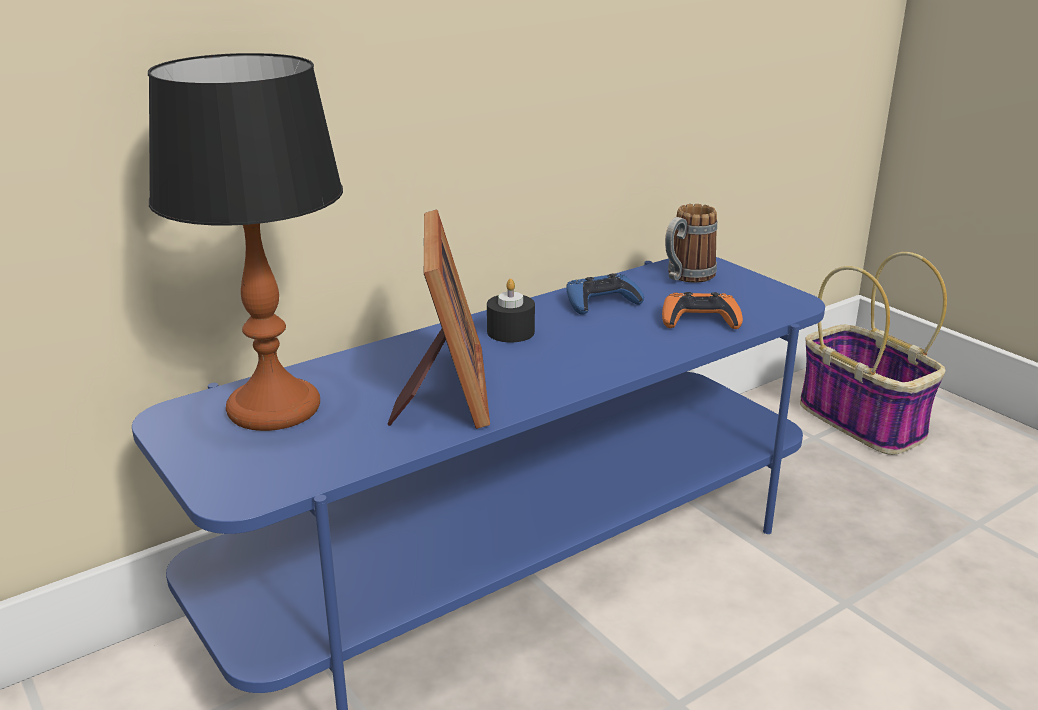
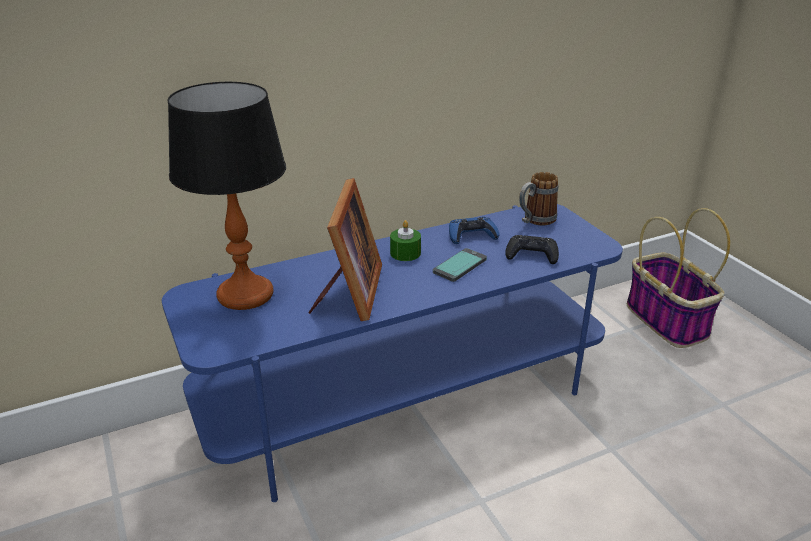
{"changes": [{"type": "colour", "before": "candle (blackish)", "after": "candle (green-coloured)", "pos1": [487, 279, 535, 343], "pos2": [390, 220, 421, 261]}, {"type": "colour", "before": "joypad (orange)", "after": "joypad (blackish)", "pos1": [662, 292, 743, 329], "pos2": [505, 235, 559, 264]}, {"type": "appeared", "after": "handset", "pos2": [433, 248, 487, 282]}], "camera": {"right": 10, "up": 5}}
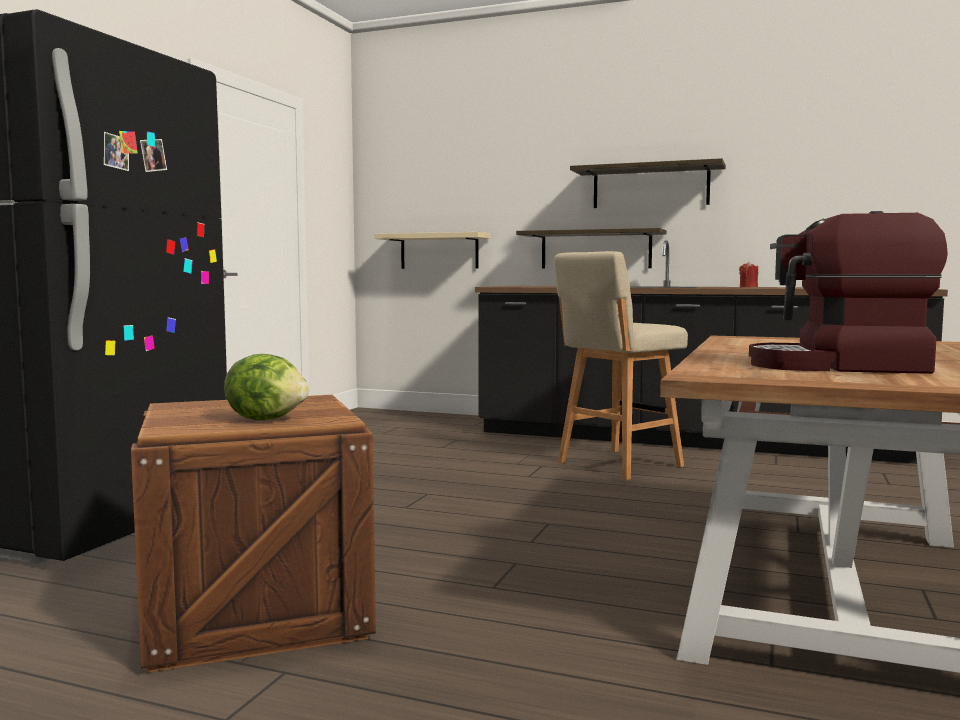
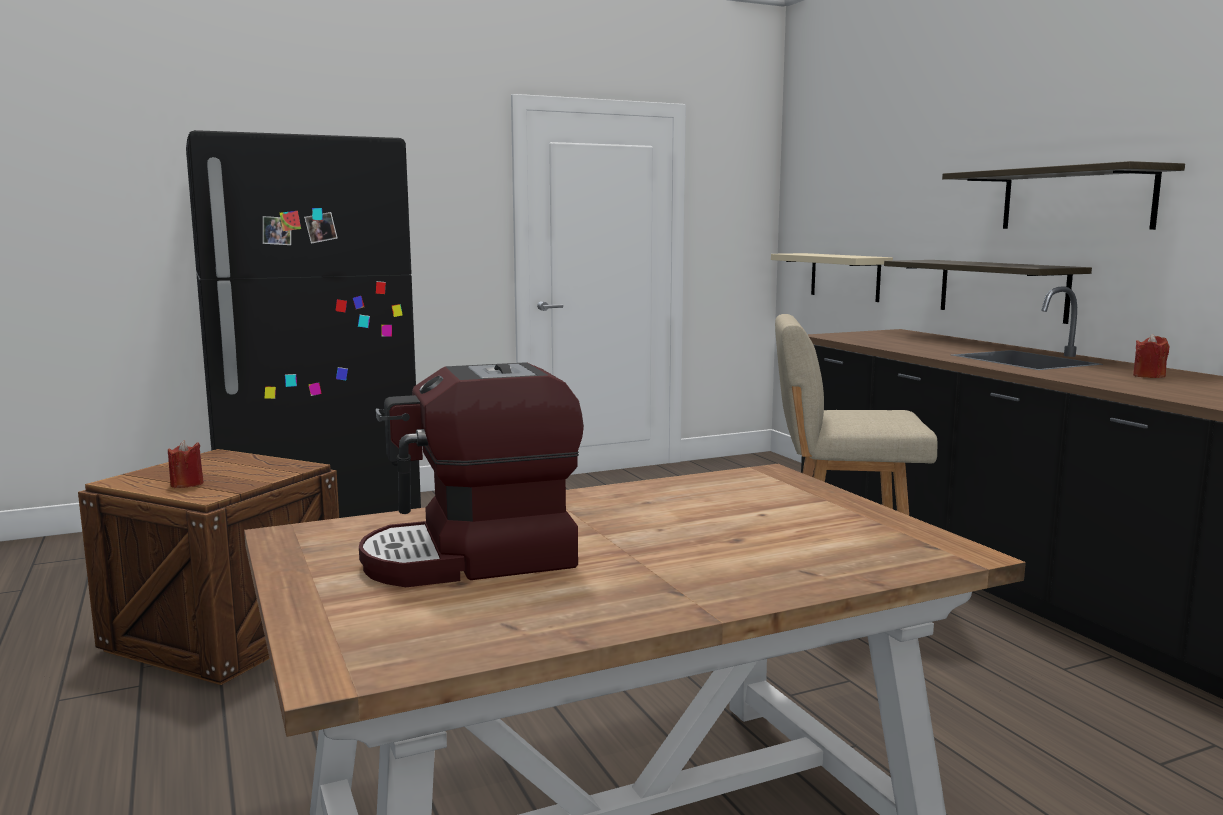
{"changes": [{"type": "spun", "before": "coffee maker", "pos1": [749, 211, 948, 374], "pos2": [359, 362, 584, 587], "turn": -75}, {"type": "exchanged", "before": "lettuce", "after": "candle (reddish)", "pos1": [224, 354, 309, 420], "pos2": [168, 440, 204, 488]}], "camera": {"right": 45, "up": 5}}
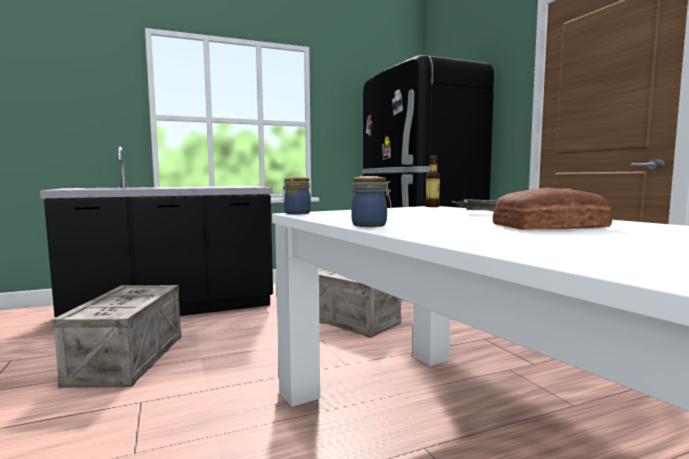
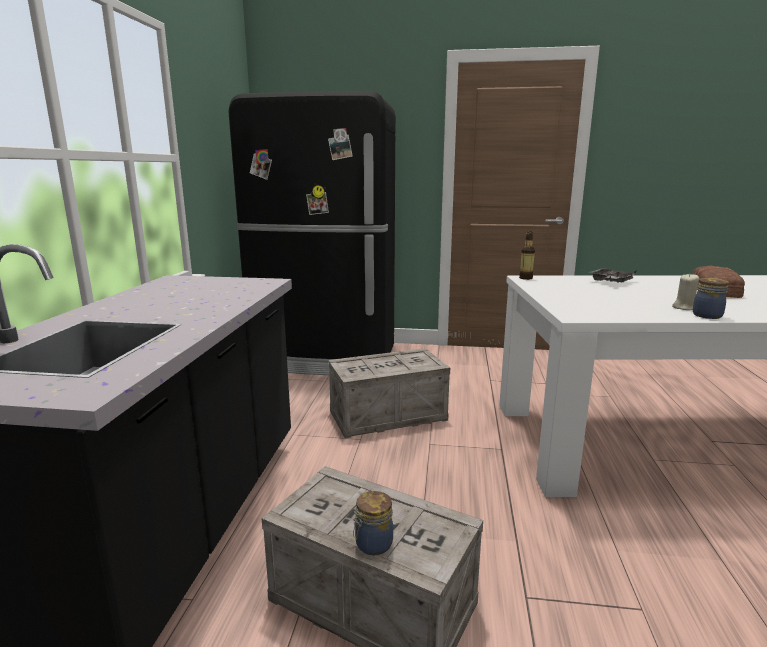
{"changes": [{"type": "relocated", "before": "jar", "pos1": [282, 177, 311, 215], "pos2": [353, 491, 393, 555]}, {"type": "appeared", "after": "candle (sand-coloured)", "pos2": [672, 274, 699, 310]}], "camera": {"right": -60, "up": 10}}
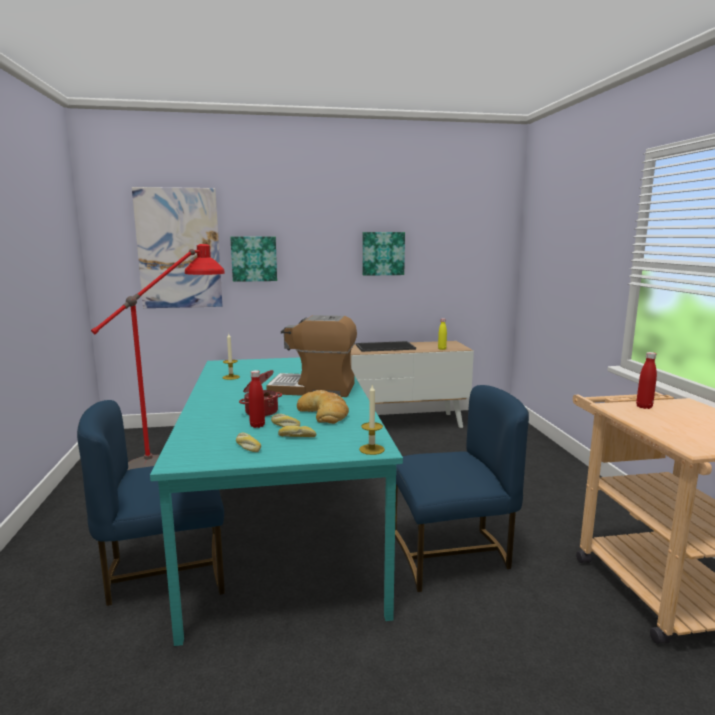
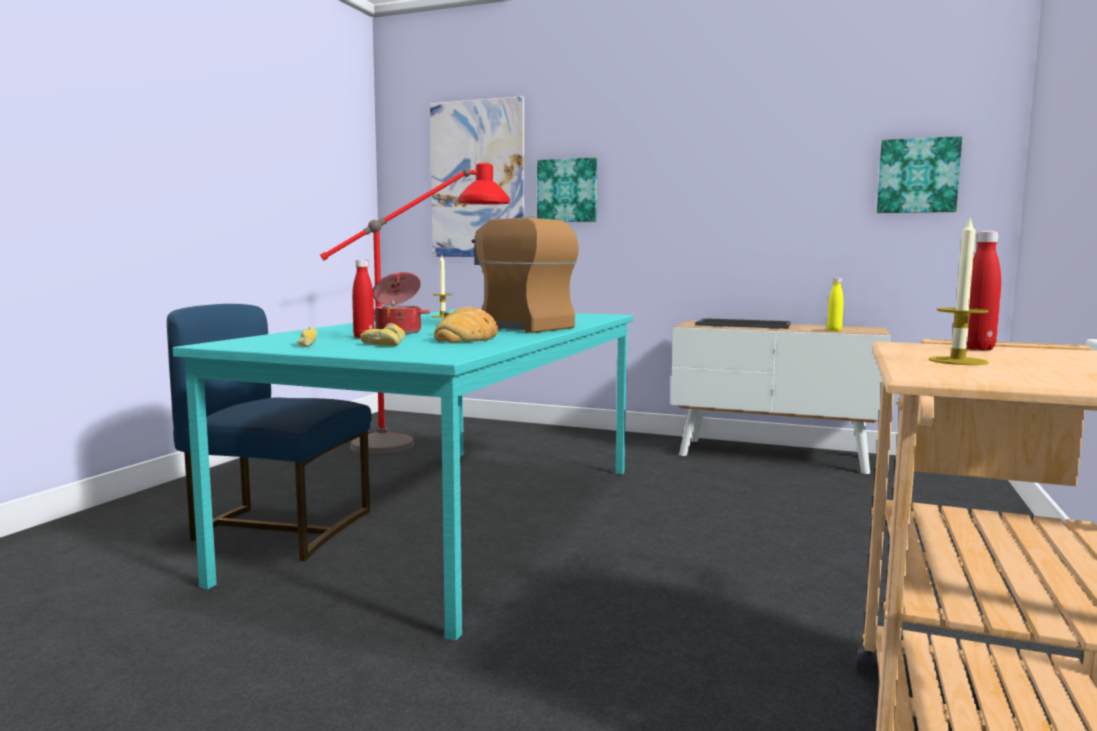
{"changes": [{"type": "relocated", "before": "picture", "pos1": [362, 232, 405, 276], "pos2": [877, 136, 962, 213]}, {"type": "relocated", "before": "candle", "pos1": [359, 384, 385, 455], "pos2": [929, 219, 989, 365]}, {"type": "missing", "before": "plain chair (blue-coloured)", "pos1": [395, 385, 529, 592]}], "camera": {"right": 30, "up": -5}}
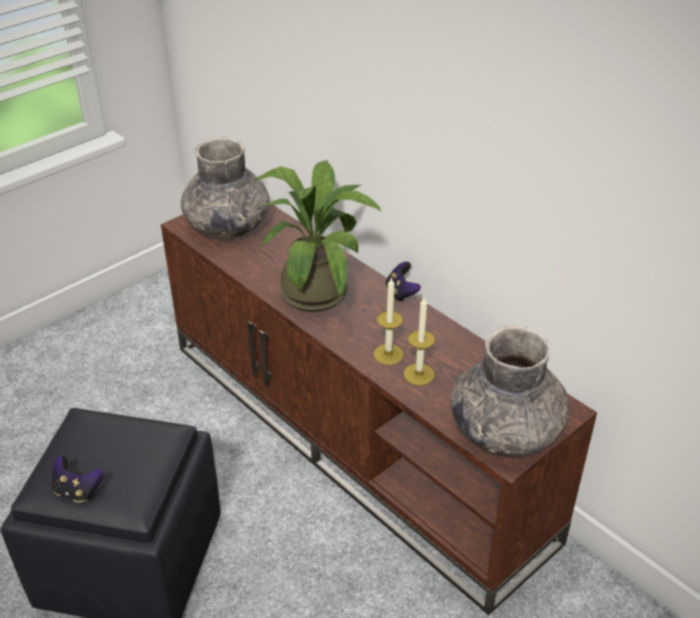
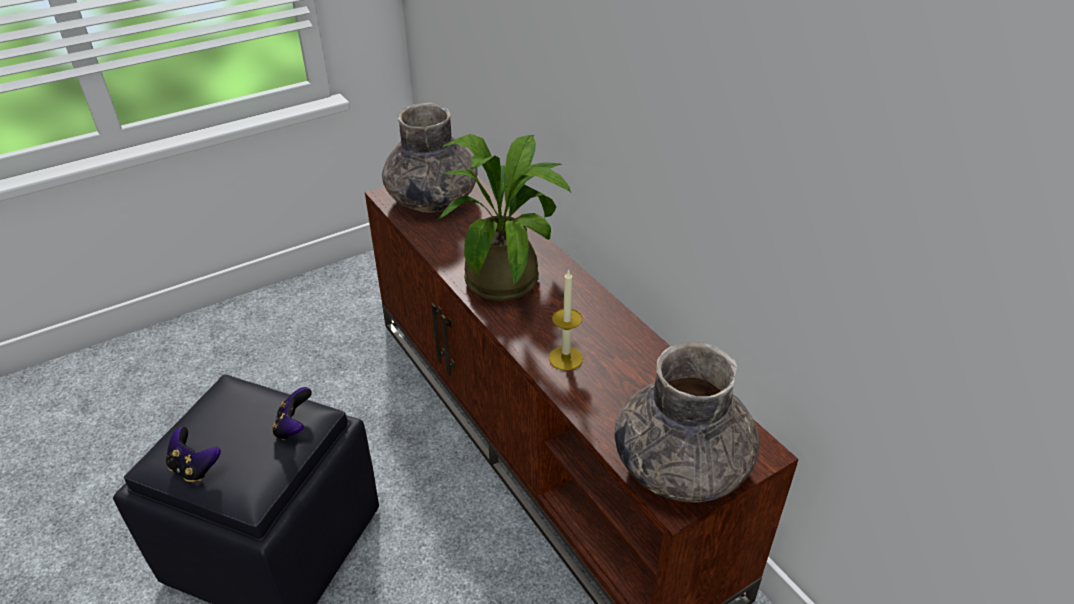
{"changes": [{"type": "relocated", "before": "joypad", "pos1": [385, 262, 421, 303], "pos2": [272, 387, 312, 440]}, {"type": "missing", "before": "candle", "pos1": [404, 297, 435, 385]}], "camera": {"right": 10, "up": 0}}
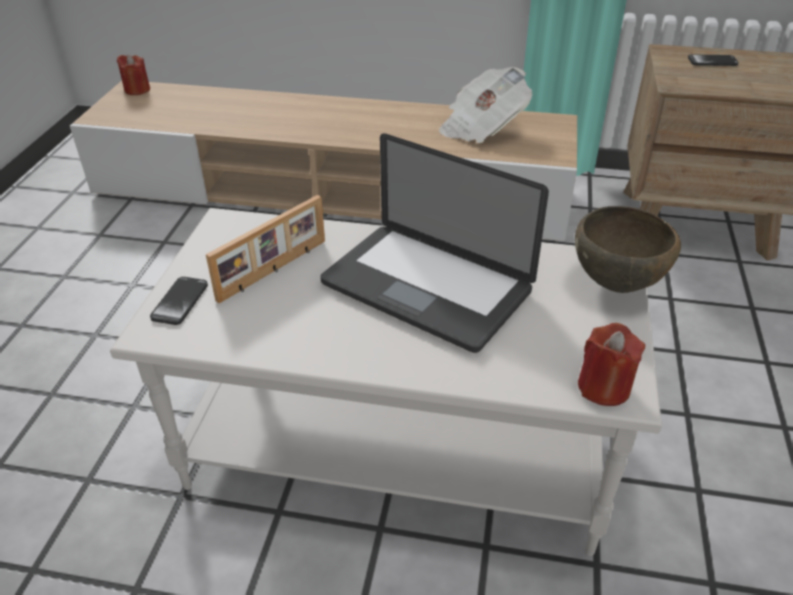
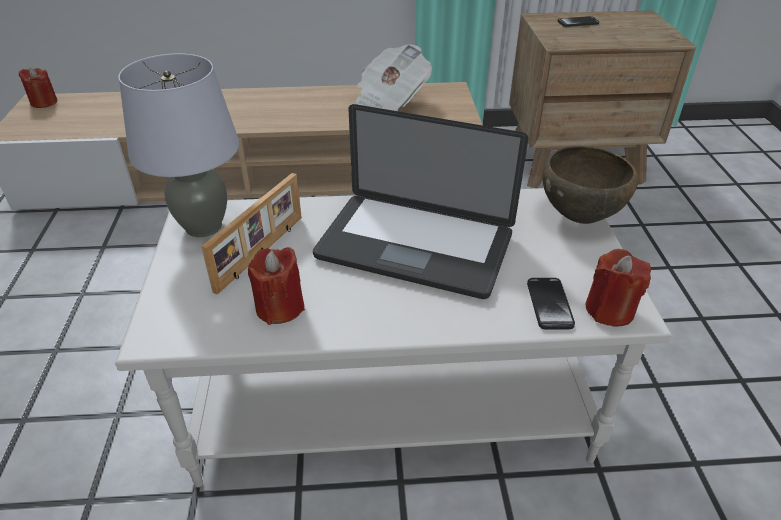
{"changes": [{"type": "relocated", "before": "handset", "pos1": [150, 277, 208, 325], "pos2": [527, 278, 575, 330]}, {"type": "appeared", "after": "table lamp (grey)", "pos2": [118, 53, 239, 237]}, {"type": "appeared", "after": "candle (reddish)", "pos2": [248, 247, 305, 325]}], "camera": {"right": -15, "up": 0}}
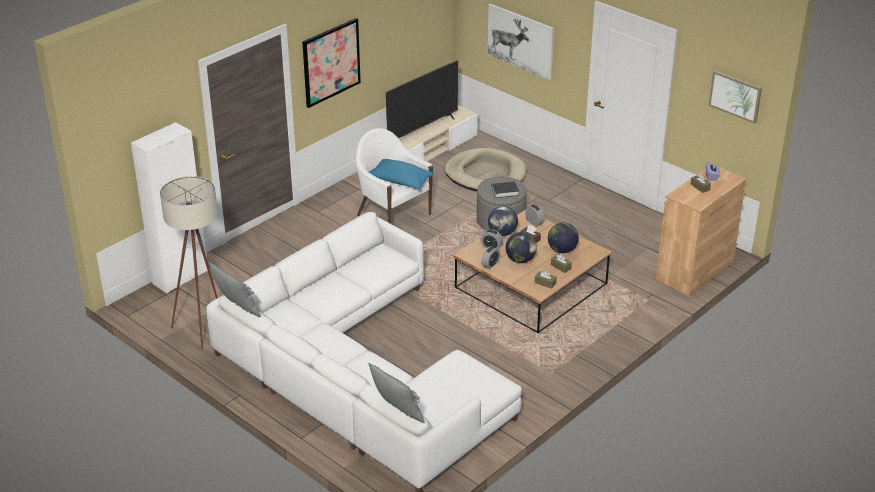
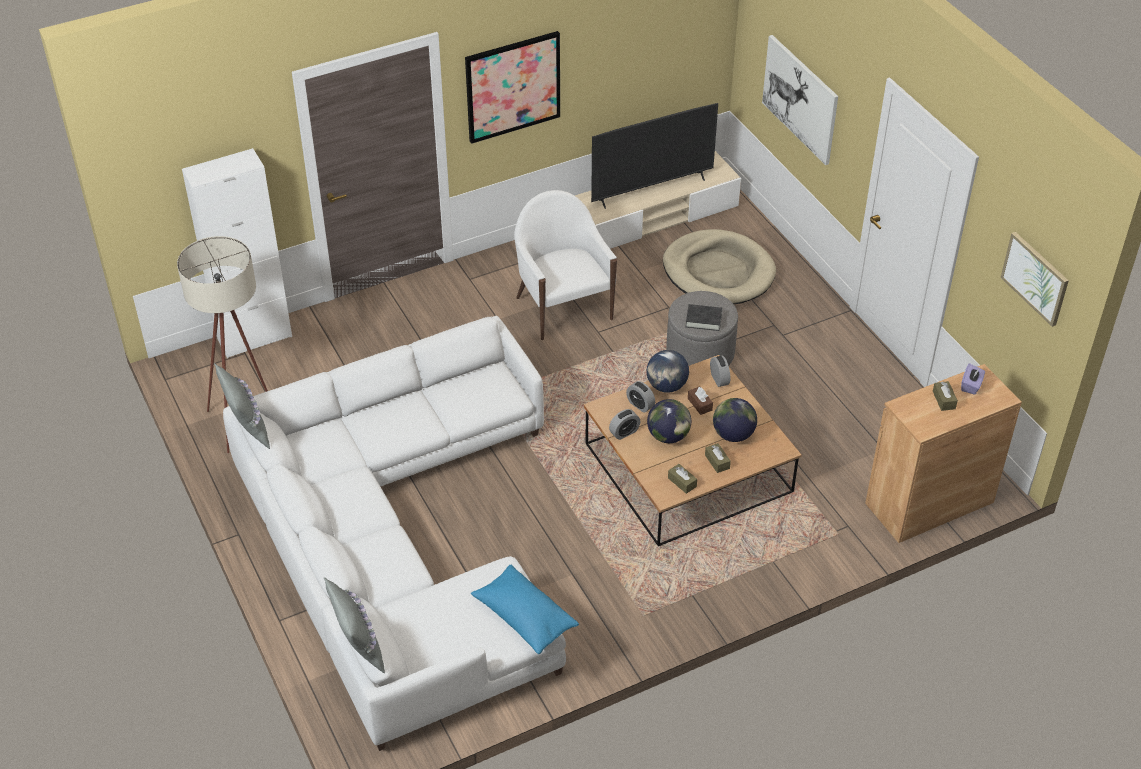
{"changes": [{"type": "relocated", "before": "pillow (blue-coloured)", "pos1": [369, 159, 434, 189], "pos2": [471, 565, 579, 654]}], "camera": {"right": 20, "up": 10}}
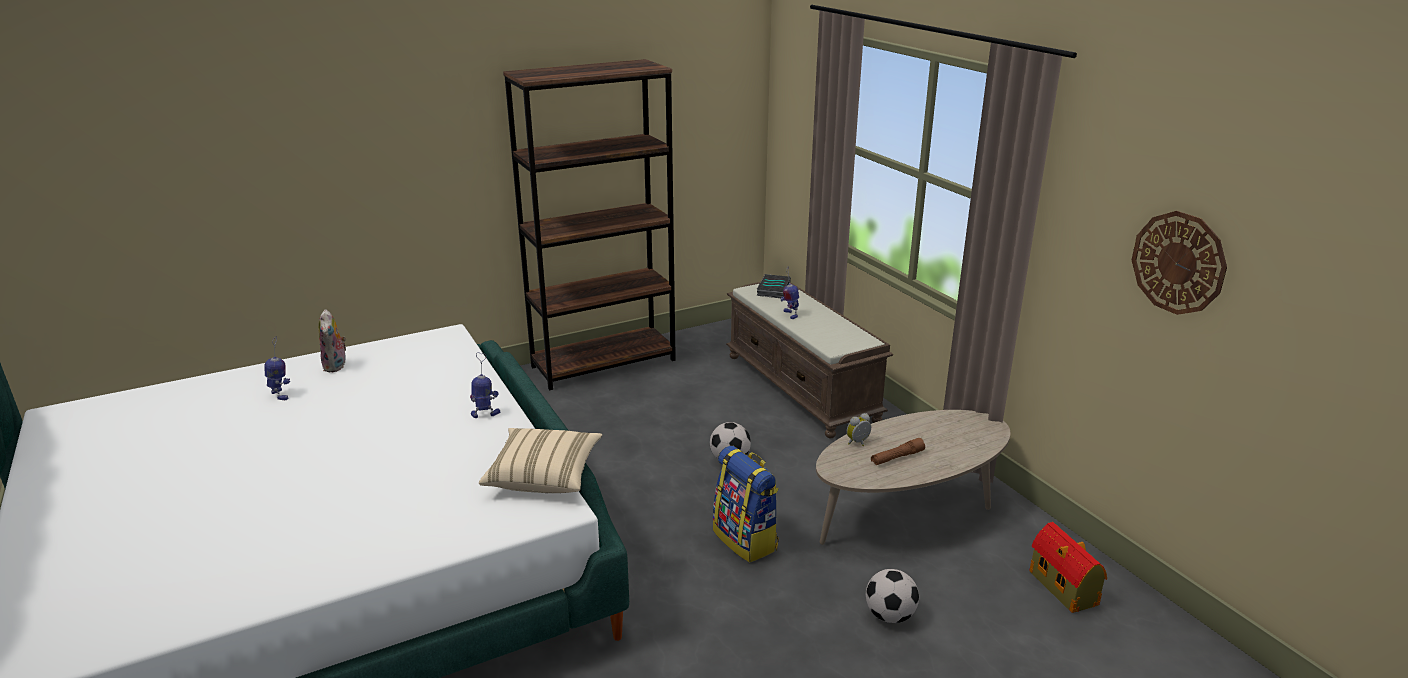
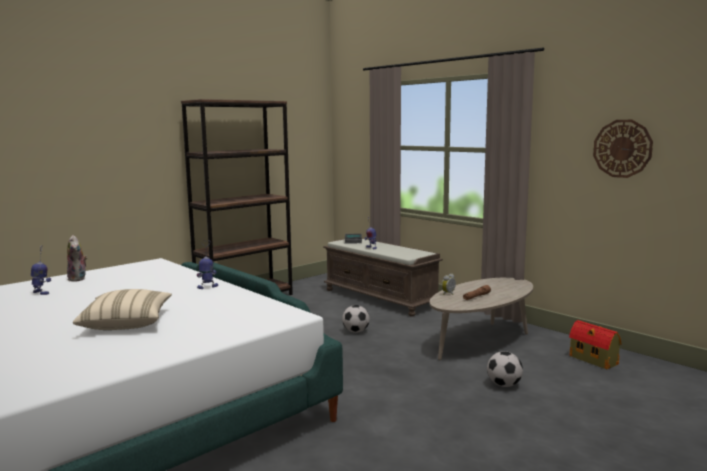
{"changes": [{"type": "relocated", "before": "pillow (sand-coloured)", "pos1": [479, 428, 602, 493], "pos2": [73, 289, 172, 330]}, {"type": "missing", "before": "backpack", "pos1": [713, 446, 779, 563]}], "camera": {"right": -15, "up": -15}}
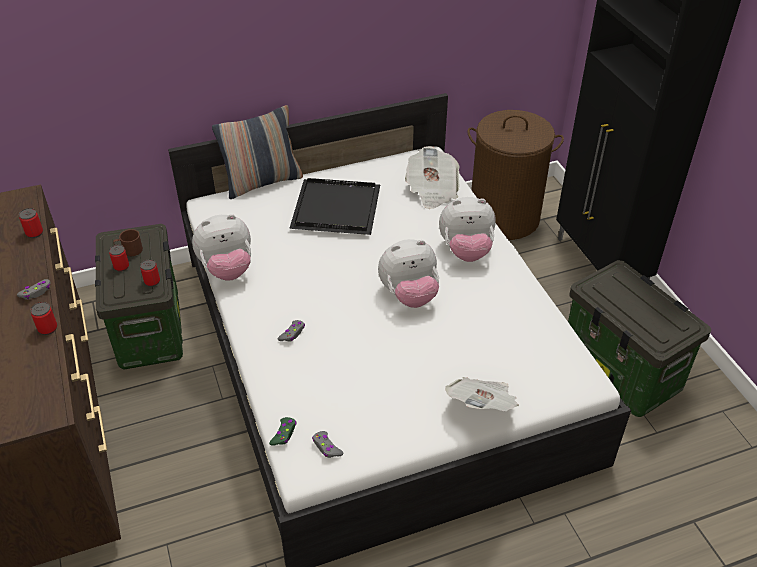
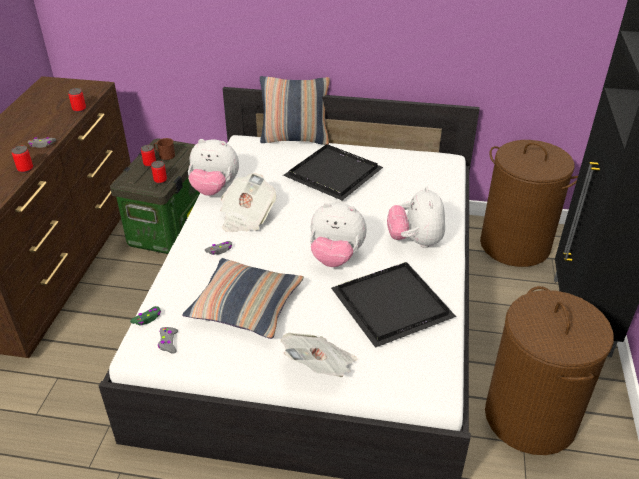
{"changes": [{"type": "relocated", "before": "newspaper", "pos1": [405, 146, 460, 209], "pos2": [220, 173, 276, 232]}, {"type": "spun", "before": "soft toy", "pos1": [439, 197, 496, 262], "pos2": [387, 187, 445, 248], "turn": 60}, {"type": "exchanged", "before": "storage container", "after": "hamper (brown)", "pos1": [568, 260, 711, 417], "pos2": [485, 286, 614, 455]}, {"type": "appeared", "after": "pillow", "pos2": [182, 258, 304, 339]}, {"type": "appeared", "after": "serving tray (blackish)", "pos2": [331, 262, 456, 348]}], "camera": {"right": 30, "up": -5}}
